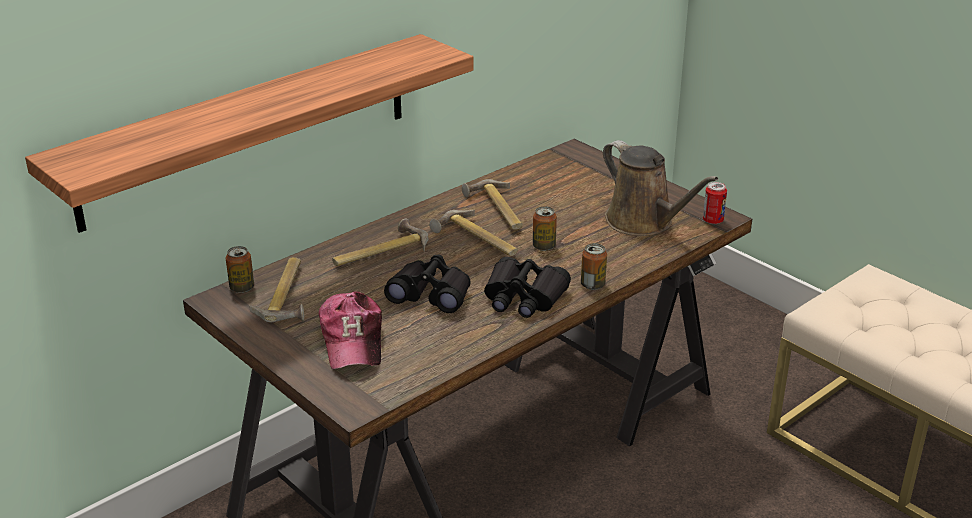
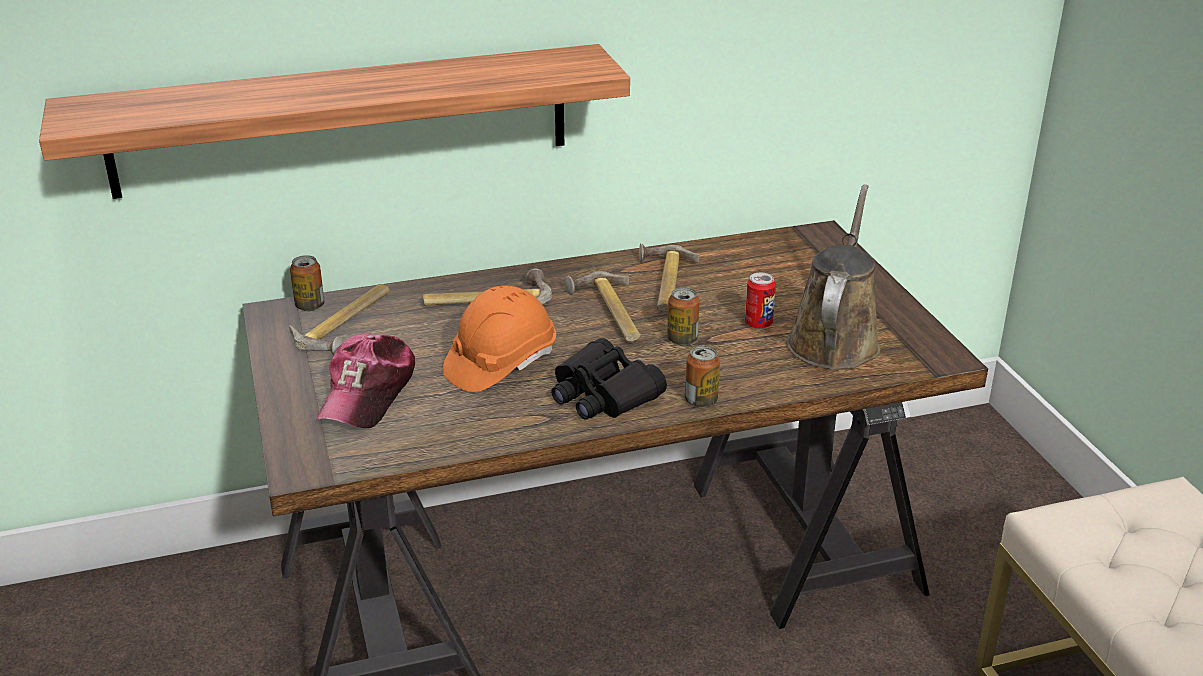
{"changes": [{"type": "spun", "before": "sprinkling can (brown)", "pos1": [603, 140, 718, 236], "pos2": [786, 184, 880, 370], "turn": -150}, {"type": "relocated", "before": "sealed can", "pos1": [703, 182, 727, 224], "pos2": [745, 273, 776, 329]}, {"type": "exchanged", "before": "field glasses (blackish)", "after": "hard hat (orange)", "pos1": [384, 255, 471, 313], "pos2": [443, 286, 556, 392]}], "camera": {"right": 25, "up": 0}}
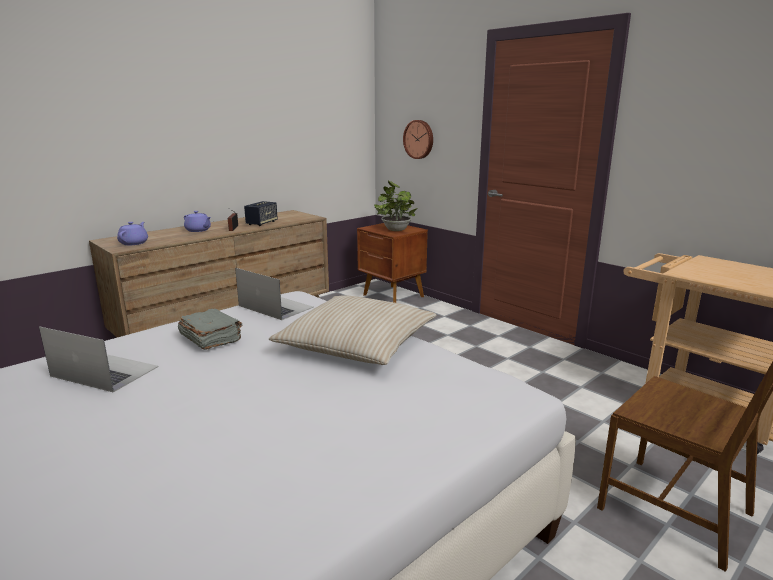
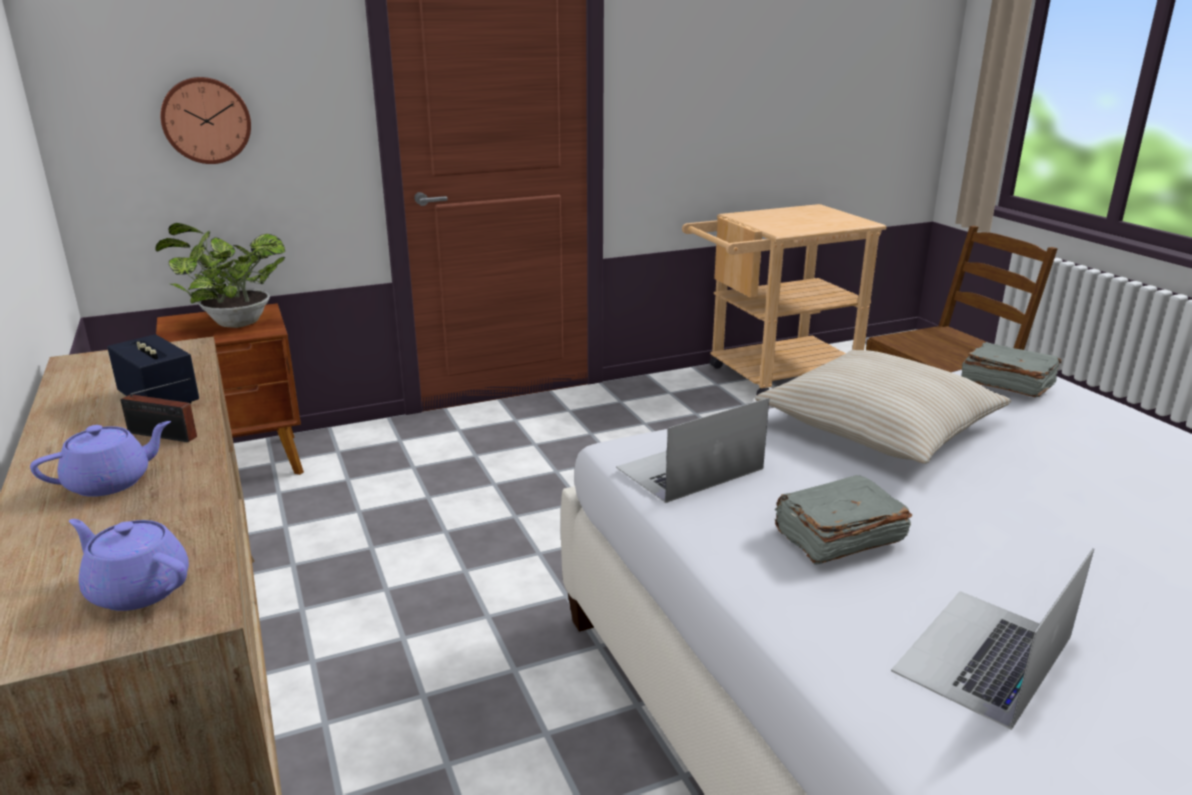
{"changes": [{"type": "appeared", "after": "book (grey)", "pos2": [961, 342, 1062, 398]}], "camera": {"right": -70, "up": 5}}
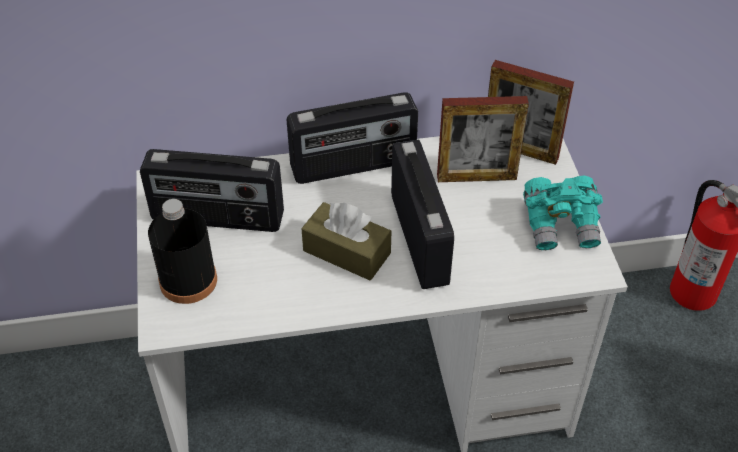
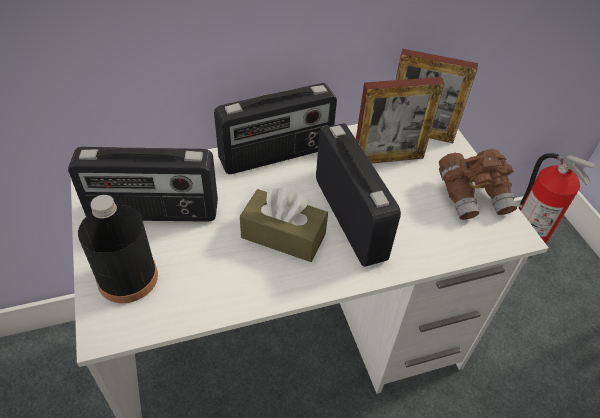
{"changes": [{"type": "colour", "before": "field glasses (blue-green)", "after": "field glasses (brown)", "pos1": [523, 175, 603, 250], "pos2": [439, 149, 517, 220]}], "camera": {"right": -10, "up": 0}}
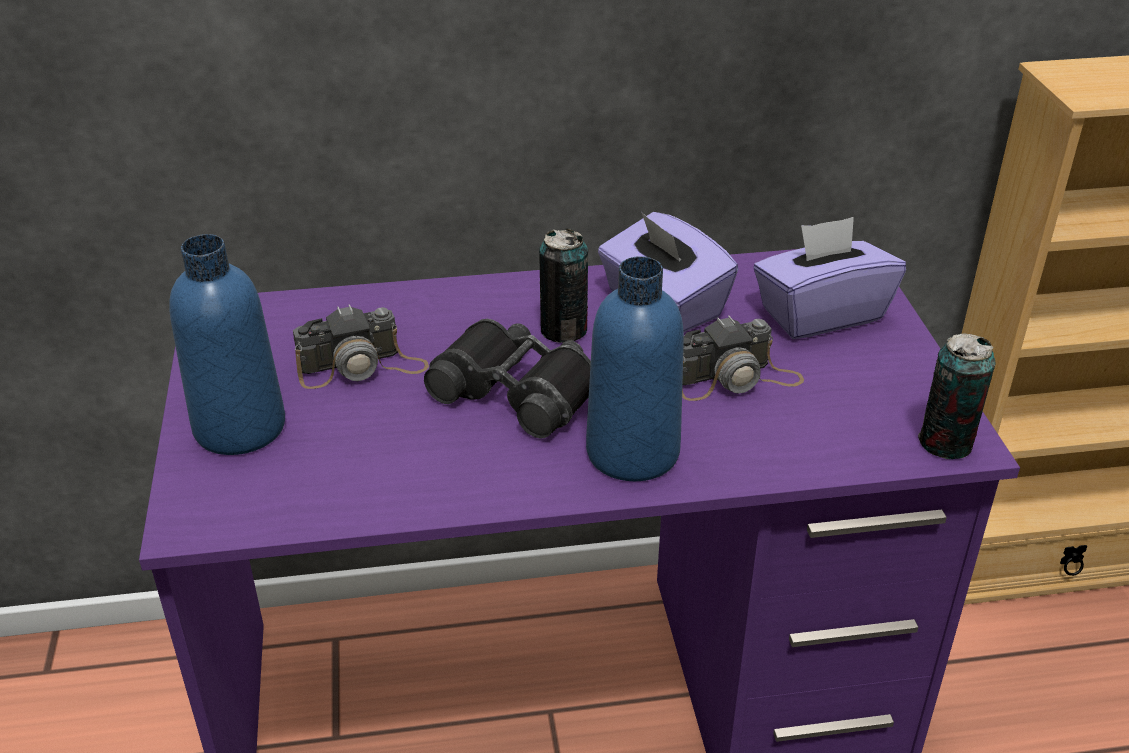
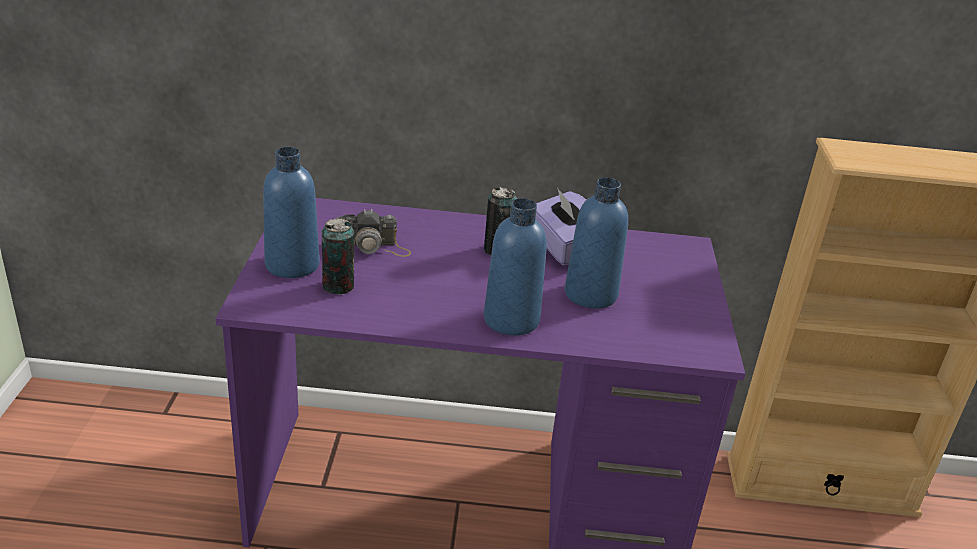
{"changes": [{"type": "missing", "before": "tissue box (purple)", "pos1": [754, 217, 906, 339]}, {"type": "exchanged", "before": "still camera", "after": "beverage bottle (blue-coloured)", "pos1": [682, 316, 804, 401], "pos2": [565, 178, 628, 308]}, {"type": "missing", "before": "field glasses (blackish)", "pos1": [424, 319, 591, 439]}, {"type": "relocated", "before": "sealed can", "pos1": [918, 333, 995, 459], "pos2": [321, 219, 354, 294]}], "camera": {"right": 10, "up": -5}}
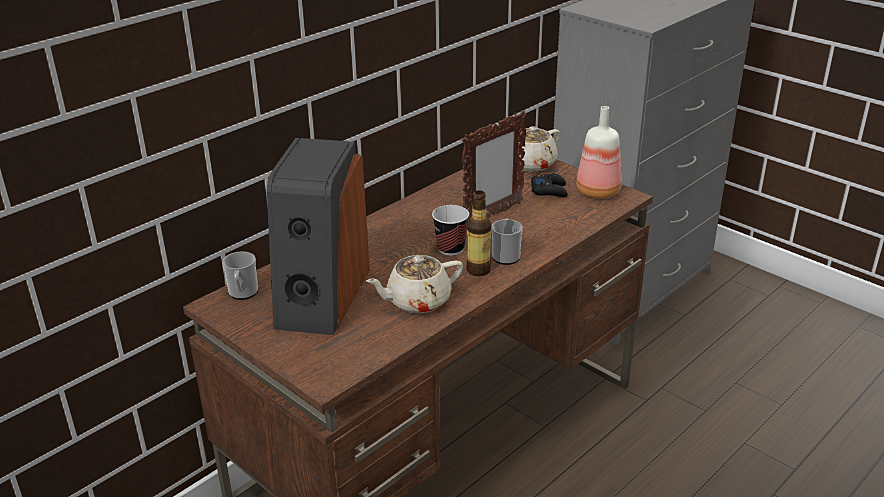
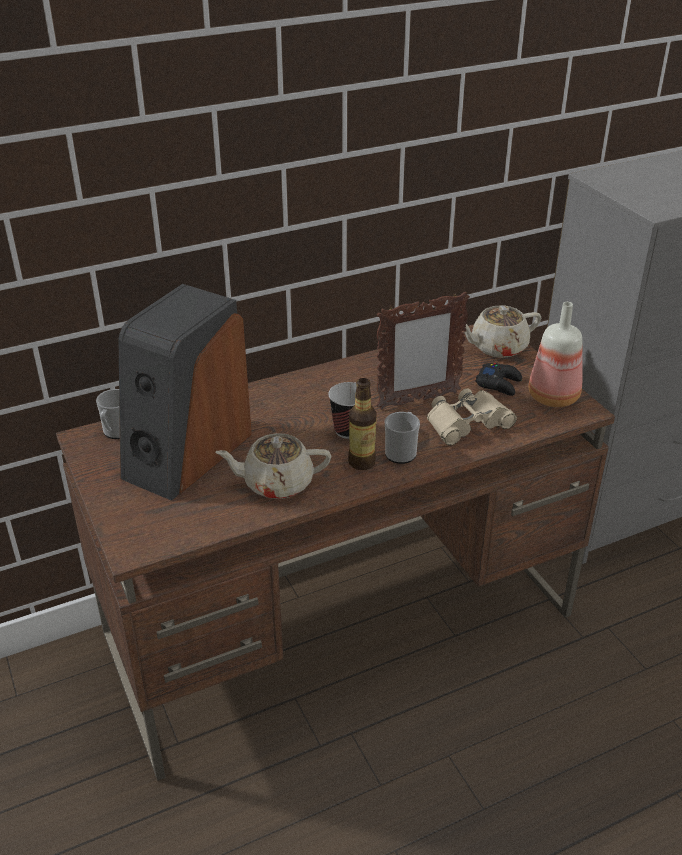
{"changes": [{"type": "appeared", "after": "field glasses (sand-coloured)", "pos2": [427, 389, 517, 445]}], "camera": {"right": 20, "up": 5}}
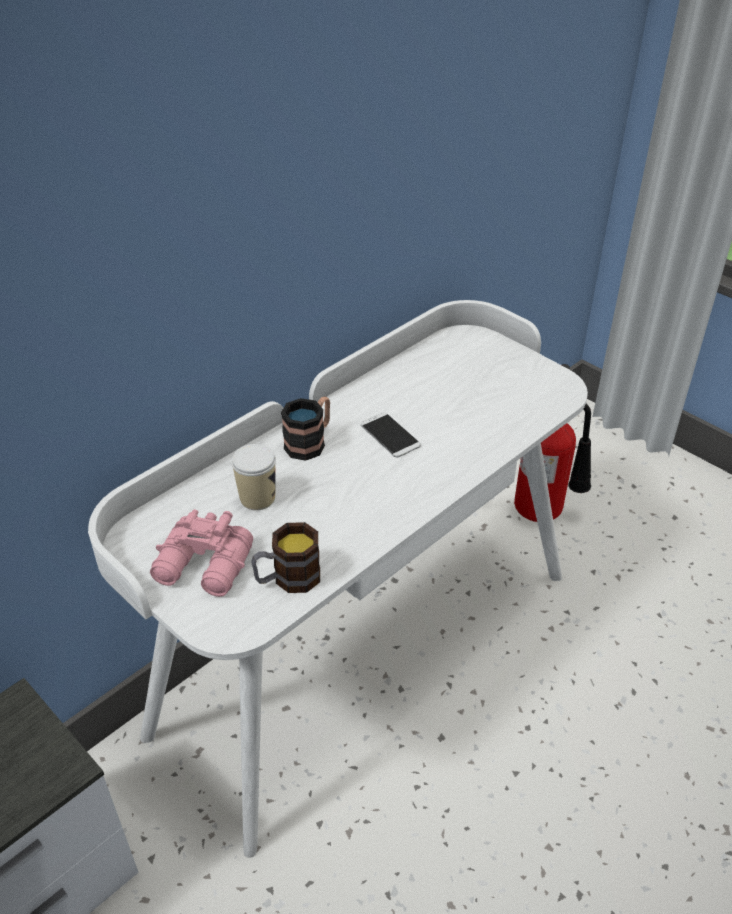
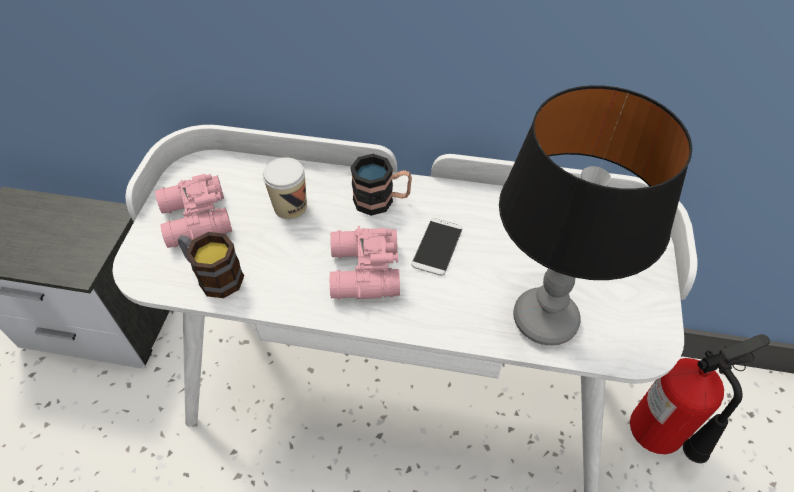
{"changes": [{"type": "appeared", "after": "table lamp", "pos2": [499, 85, 693, 345]}, {"type": "appeared", "after": "field glasses (pink-coloured)", "pos2": [330, 226, 400, 299]}], "camera": {"right": 55, "up": 10}}
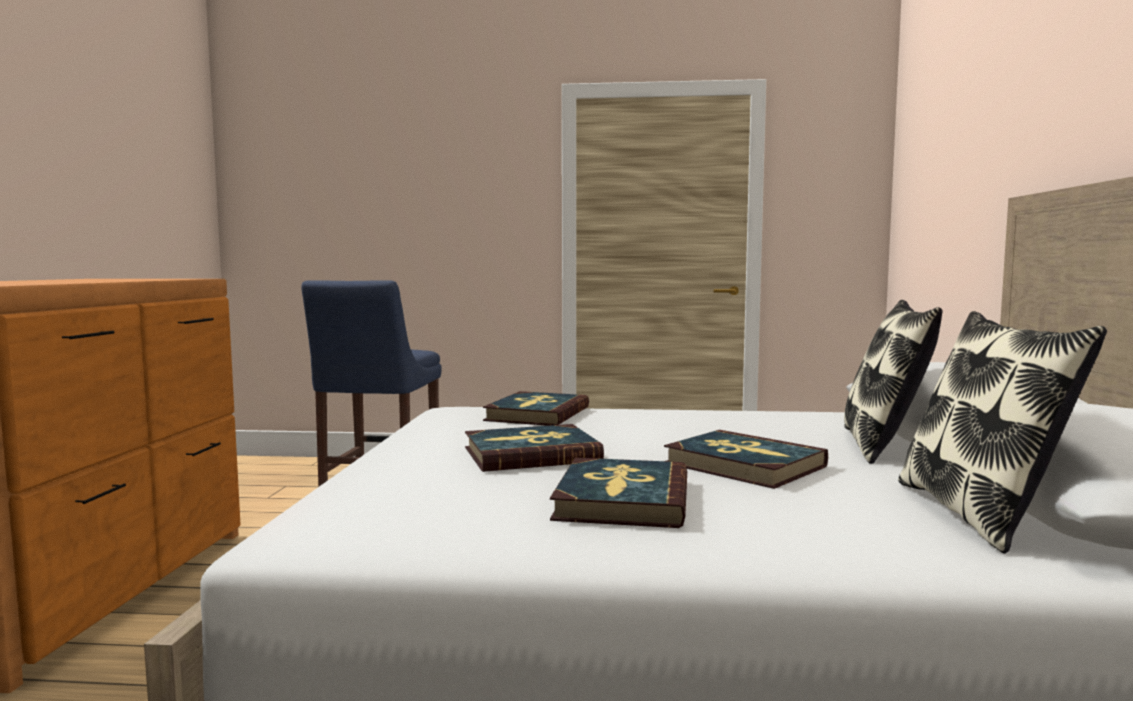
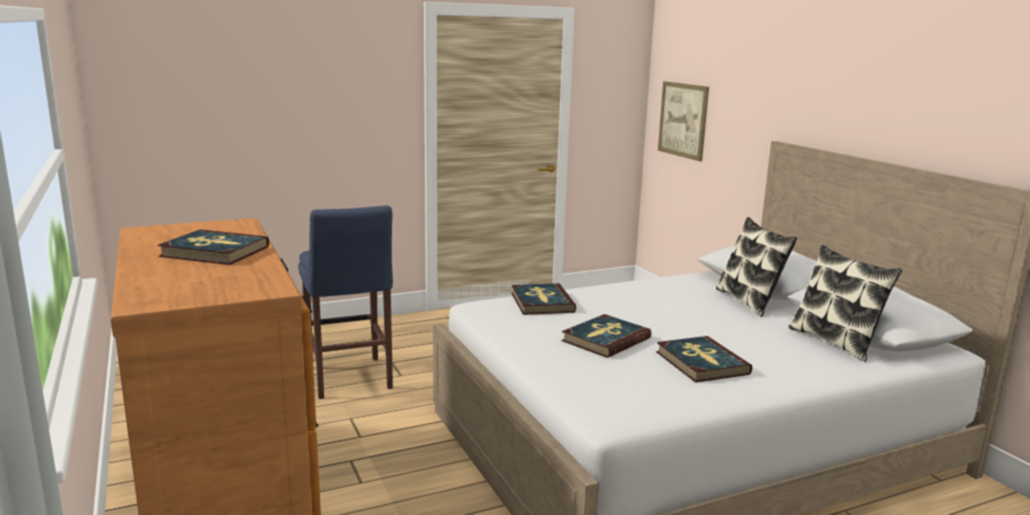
{"changes": [{"type": "relocated", "before": "book", "pos1": [664, 430, 828, 489], "pos2": [158, 229, 269, 265]}, {"type": "appeared", "after": "picture", "pos2": [658, 81, 709, 161]}], "camera": {"right": -30, "up": 10}}
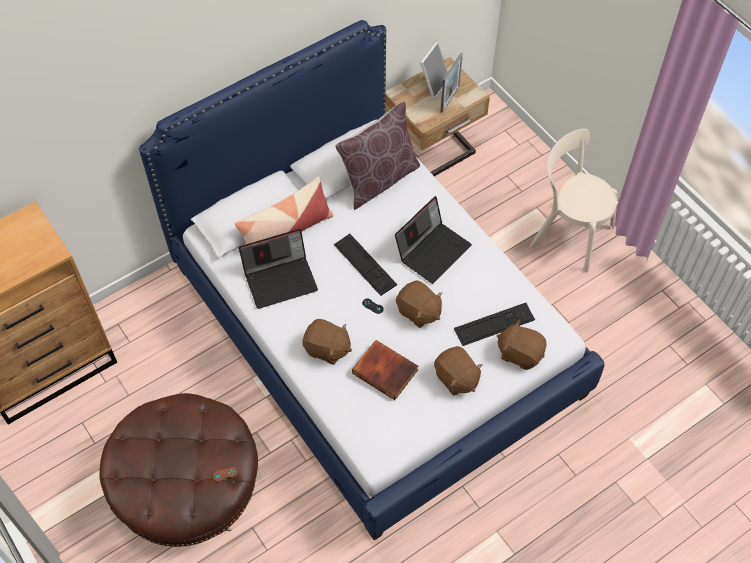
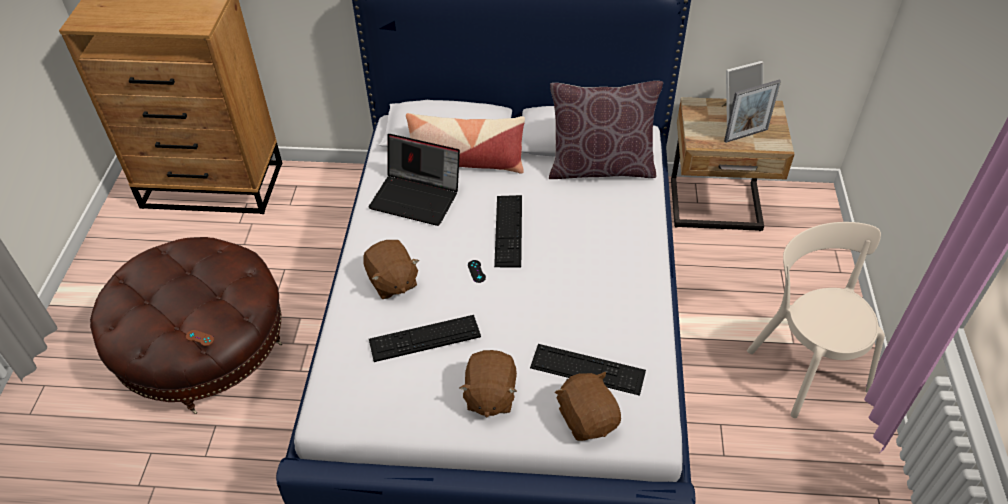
{"changes": [{"type": "missing", "before": "notebook computer", "pos1": [395, 196, 472, 284]}, {"type": "missing", "before": "soft toy (brown)", "pos1": [396, 280, 442, 328]}, {"type": "exchanged", "before": "book", "after": "PC keyboard", "pos1": [352, 340, 419, 400], "pos2": [369, 315, 481, 362]}], "camera": {"right": 40, "up": -10}}
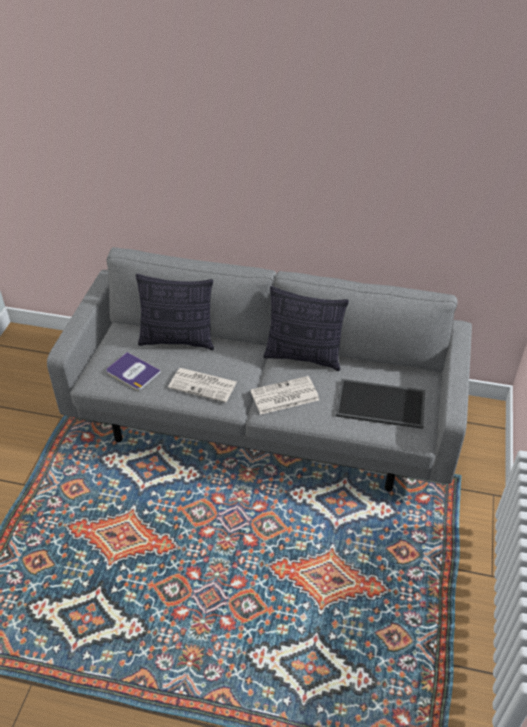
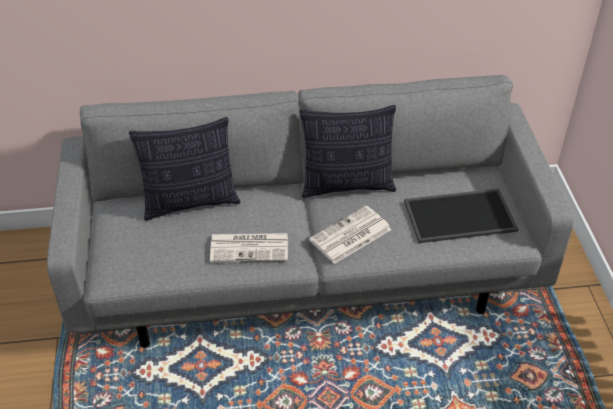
{"changes": [{"type": "missing", "before": "book", "pos1": [106, 352, 161, 390]}], "camera": {"right": -20, "up": 0}}
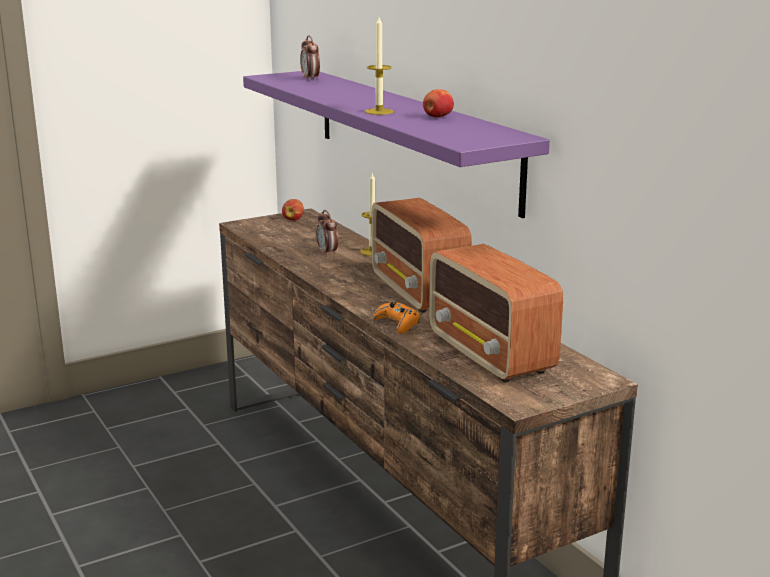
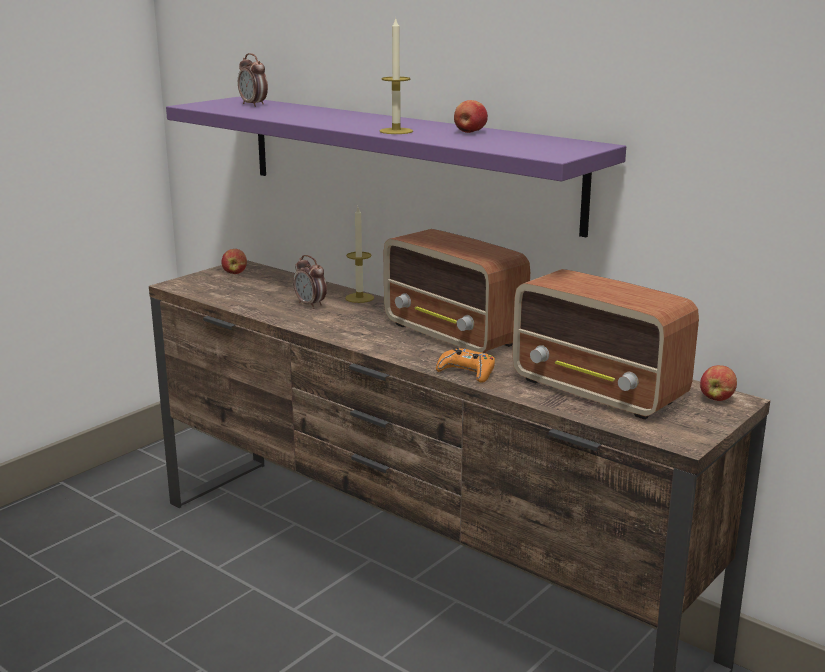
{"changes": [{"type": "appeared", "after": "whole apple", "pos2": [700, 365, 737, 401]}], "camera": {"right": -20, "up": 0}}
